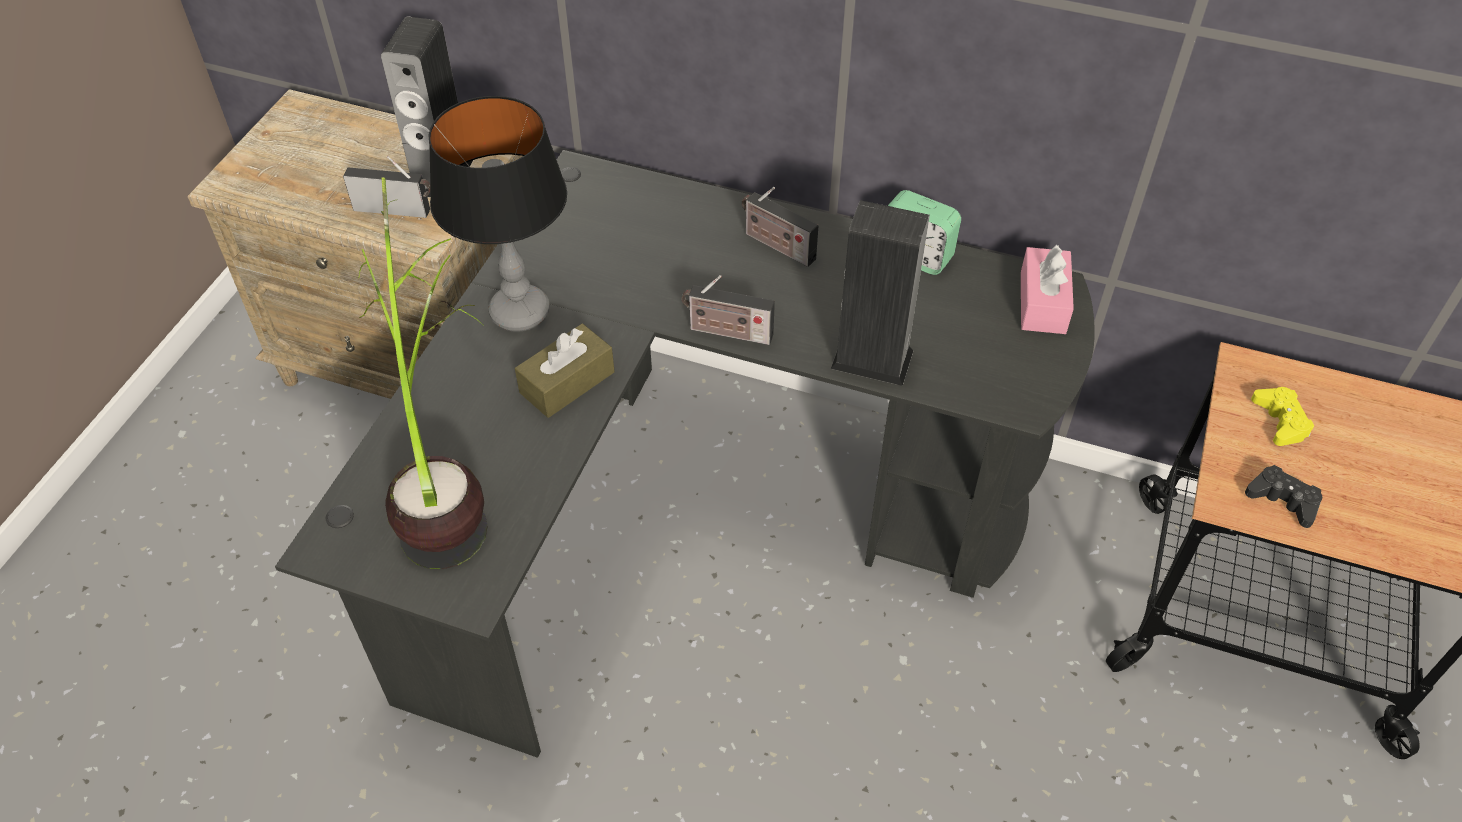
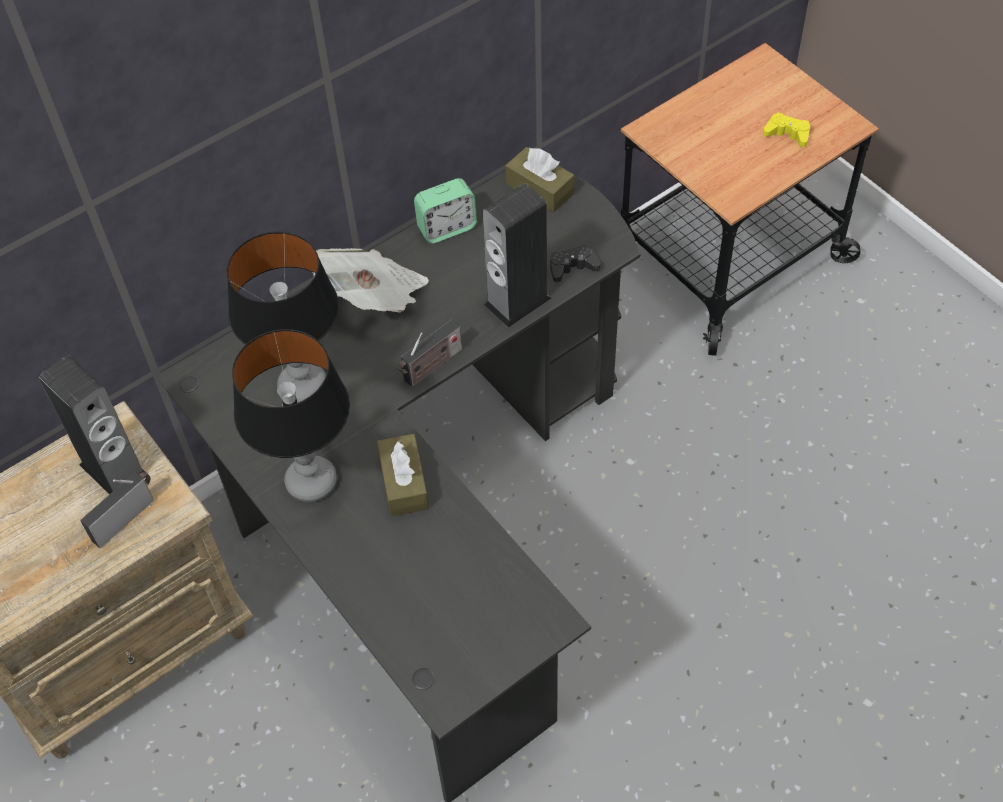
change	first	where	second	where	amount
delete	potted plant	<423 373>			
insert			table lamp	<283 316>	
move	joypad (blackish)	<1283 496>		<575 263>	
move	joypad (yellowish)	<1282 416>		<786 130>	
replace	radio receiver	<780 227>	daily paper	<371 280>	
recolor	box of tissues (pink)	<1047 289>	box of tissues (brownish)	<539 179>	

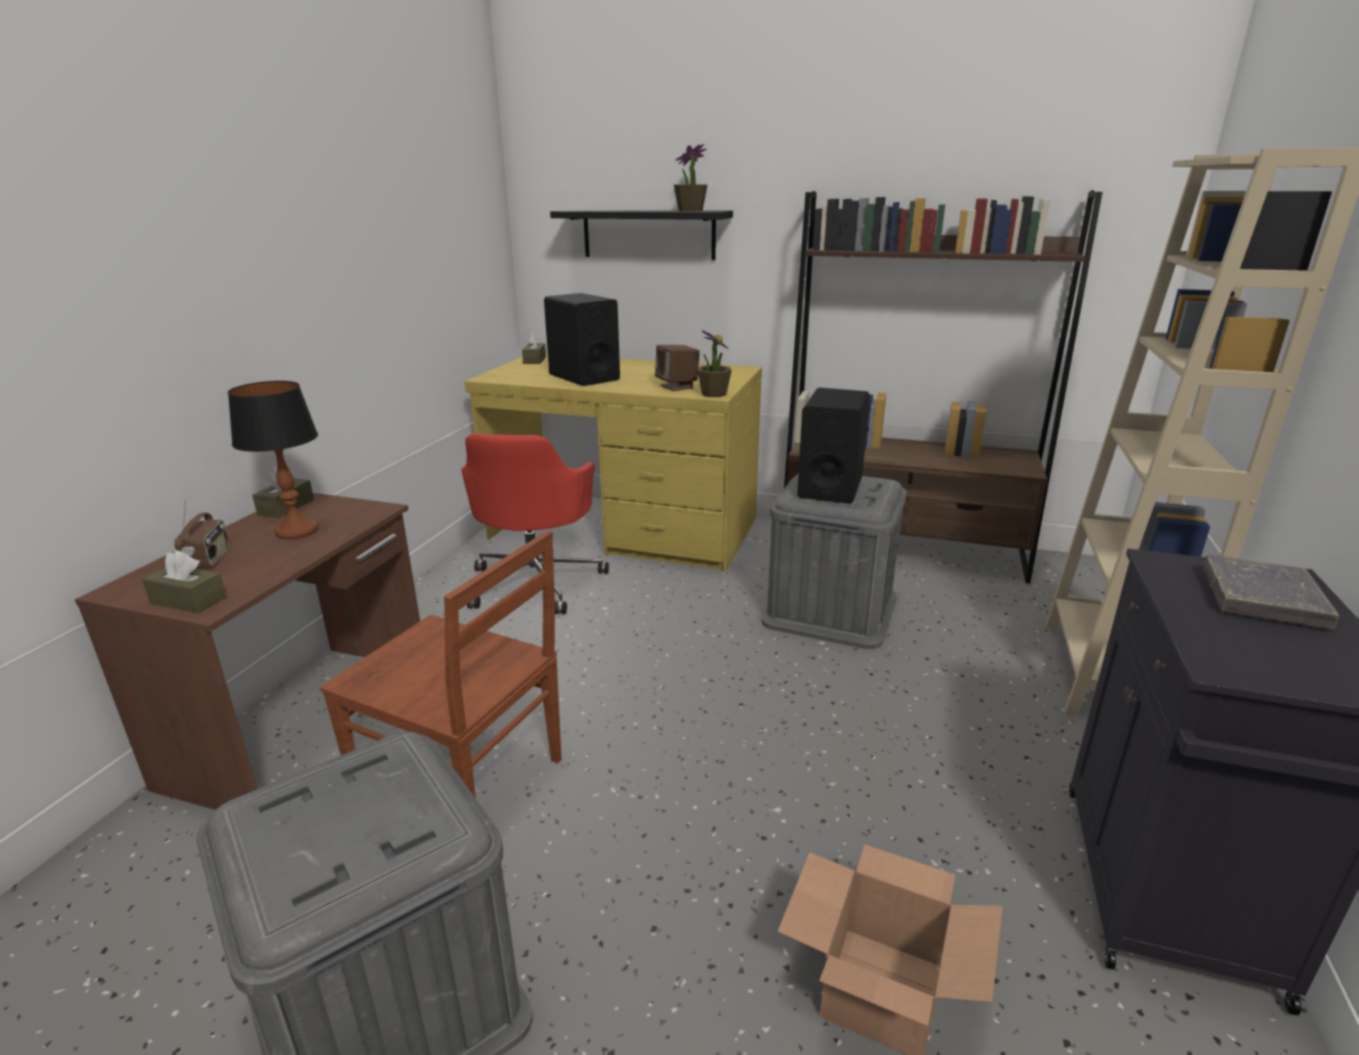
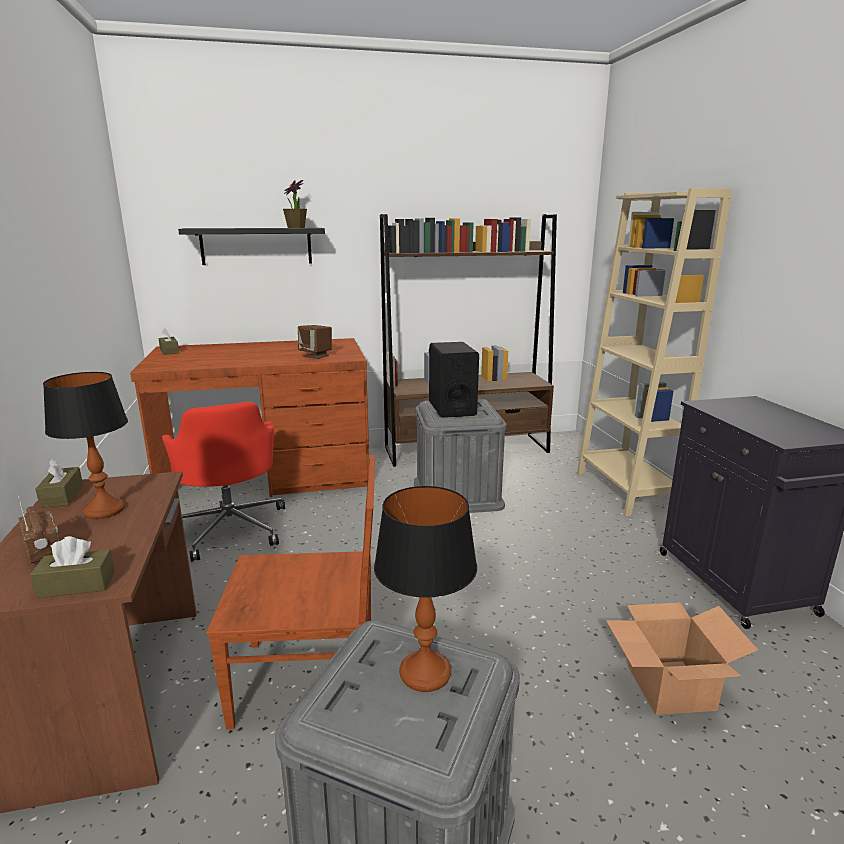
change	first	where	second	where	amount
delete	loudspeaker (blackish)	<582 339>			
delete	potted plant	<714 363>			
delete	bound book (gray)	<1271 592>			
insert			table lamp	<425 589>	
recolor	desk (yellowish)	<613 463>	desk (brownish)	<249 417>	

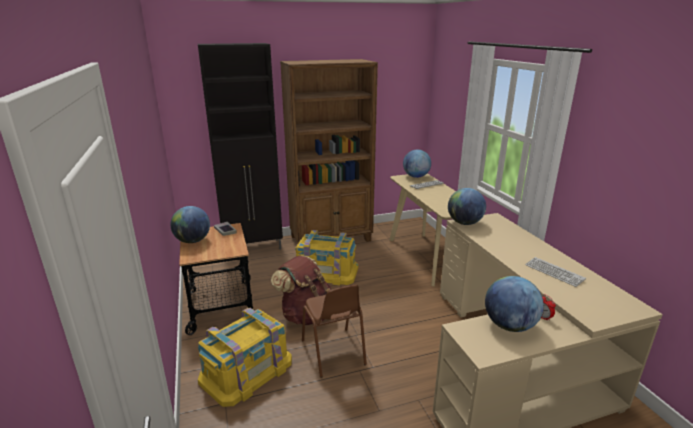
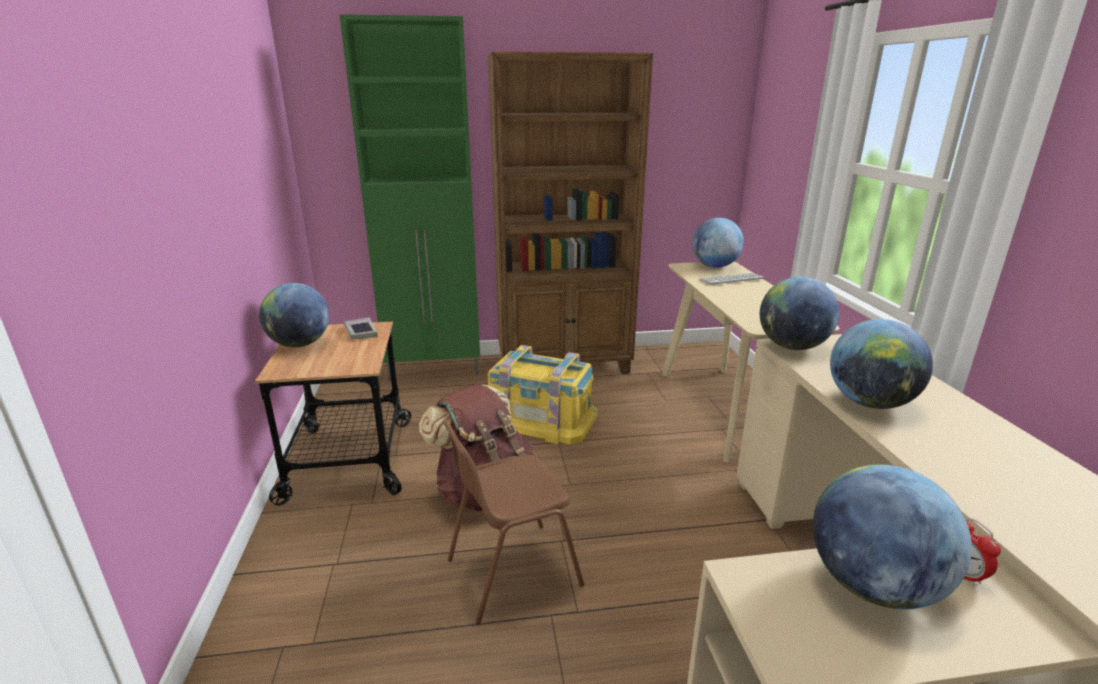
change	first	where	second	where	amount
delete	storage container (yellowish)	<245 357>			
delete	keyboard	<555 272>			
insert			world globe	<881 364>	
recolor	storage cabinet (blackish)	<240 146>	storage cabinet (green-coloured)	<409 197>	
rotate	upright chair (brownish)	<334 331>		<513 522>	75 degrees clockwise

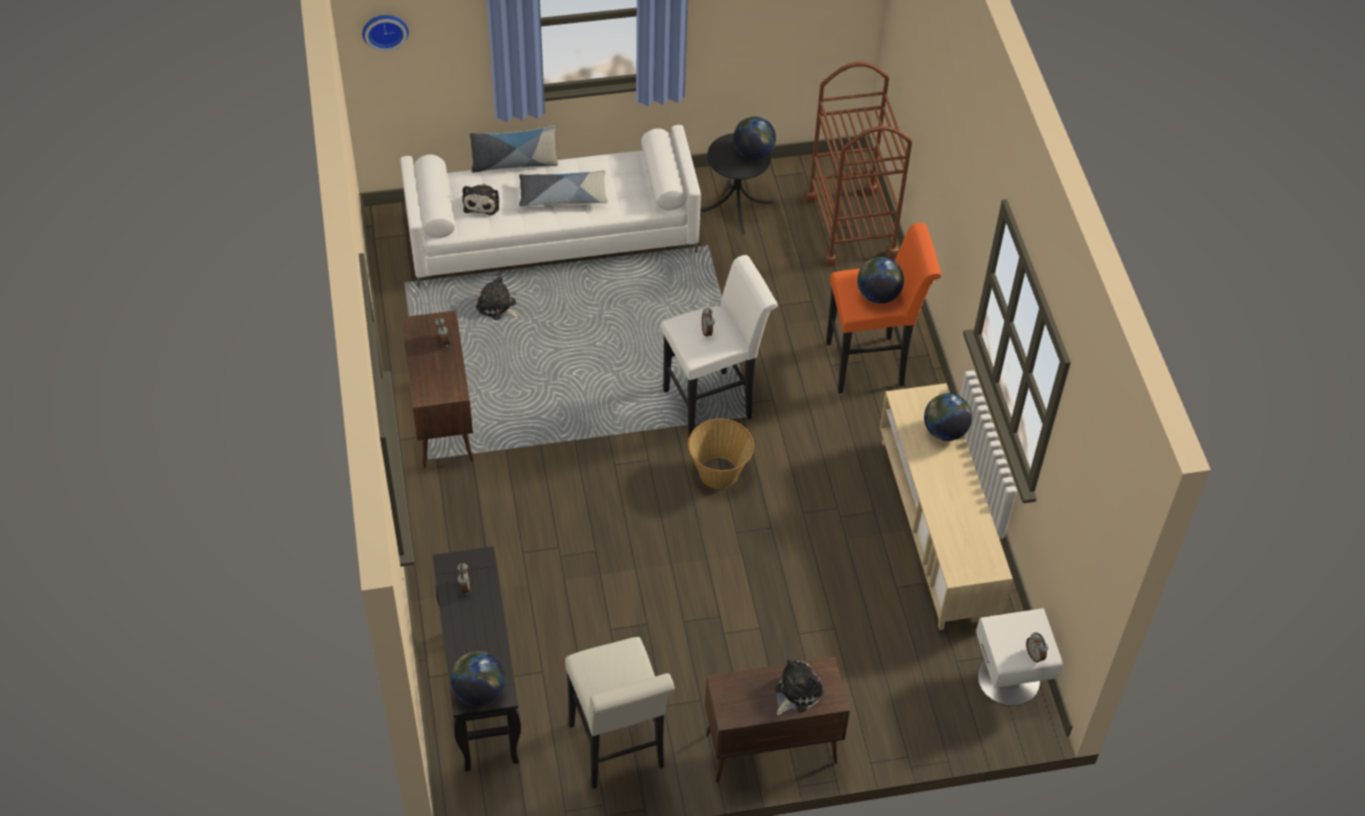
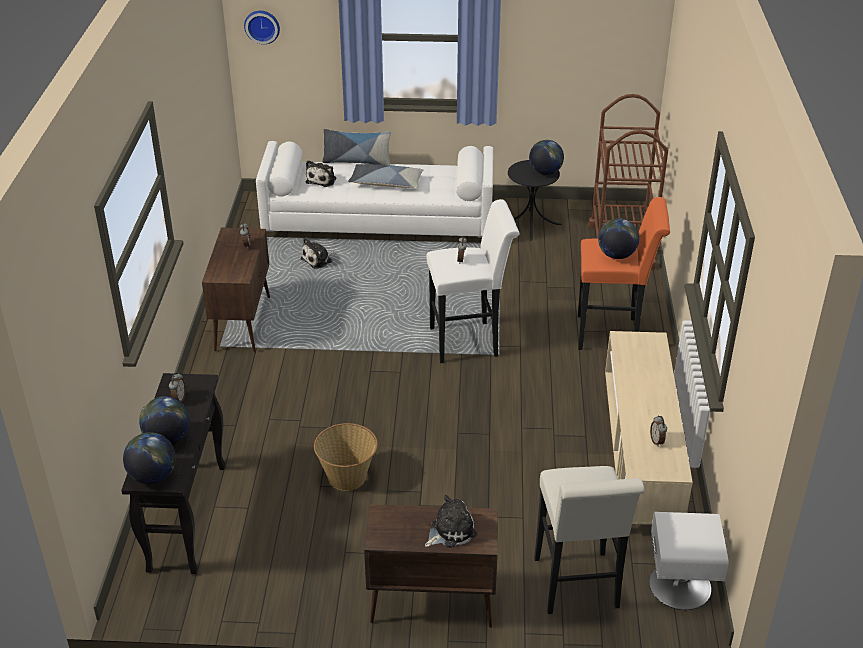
change	first	where	second	where	amount
move	stool (whitish)	<620 713>		<589 540>	
move	basket	<721 454>		<346 457>	
move	world globe	<948 417>		<164 420>	
move	bedside clock	<1037 647>		<658 431>	
rotate	plush toy	<497 298>		<317 253>	90 degrees counterclockwise

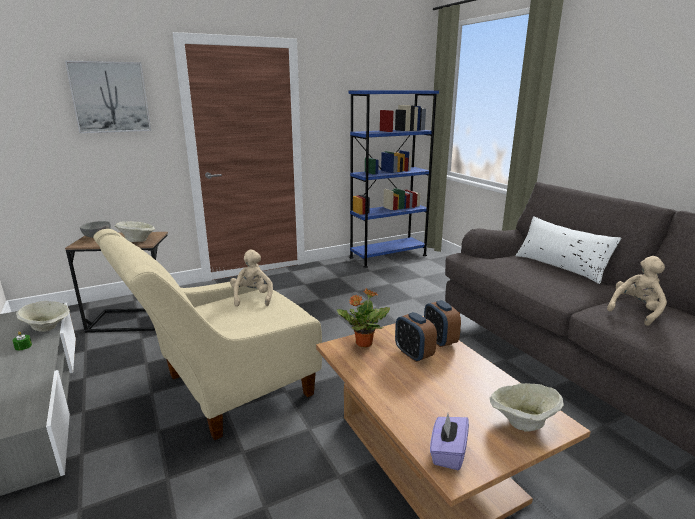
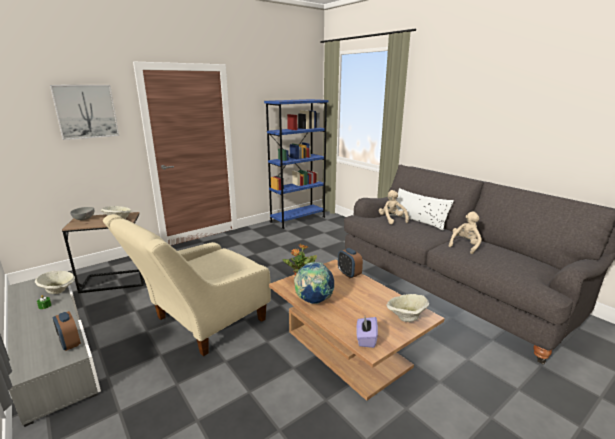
change	first	where	second	where	amount
insert			world globe	<314 283>	
move	plush toy (beige-coloured)	<251 278>		<394 207>	
move	bedside clock	<416 337>		<67 331>	

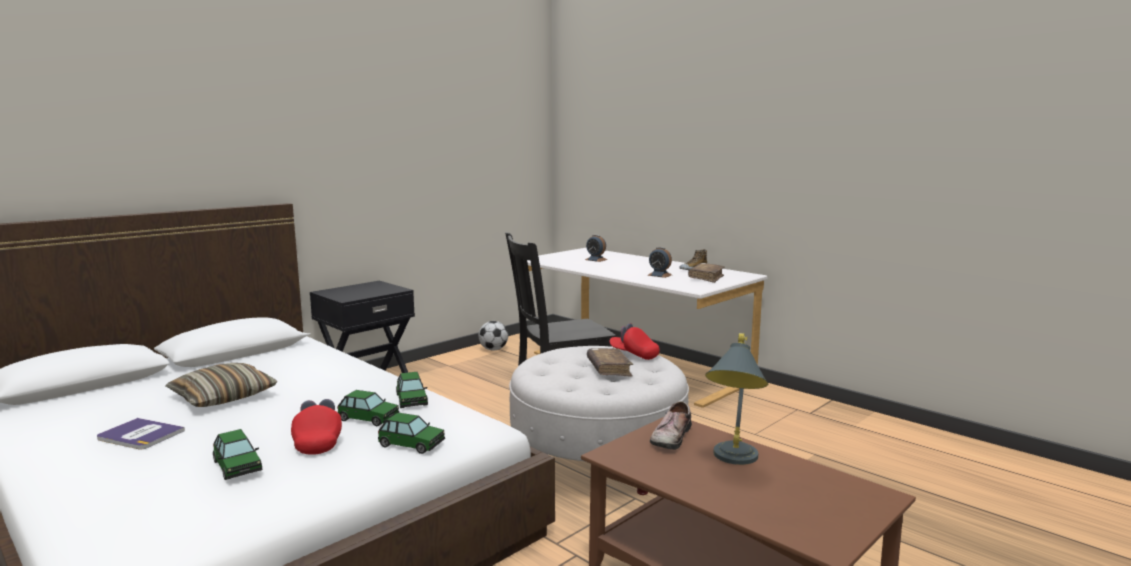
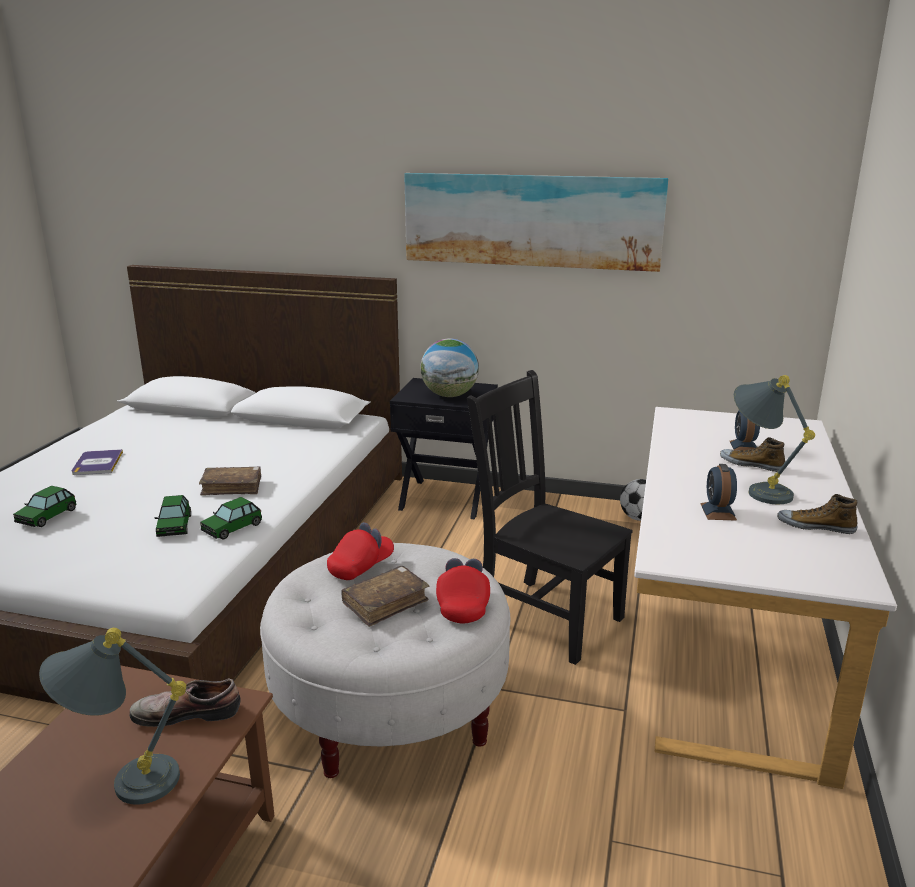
change	first	where	second	where	amount
delete	throw pillow	<221 385>			
delete	miniature car	<411 433>			
insert			wall picture	<536 222>	
insert			world globe	<449 367>	
insert			item of footwear	<752 454>	
insert			table lamp (gray)	<774 439>	
move	cap (reddish)	<316 427>		<360 551>	
move	bound book (brownish)	<706 273>		<230 481>	

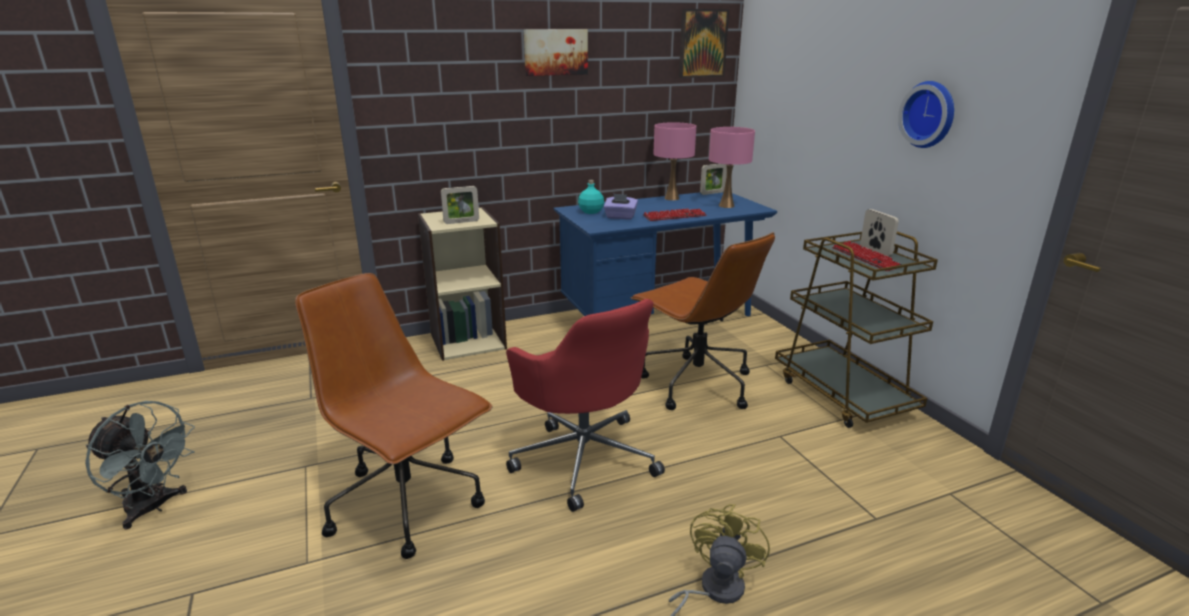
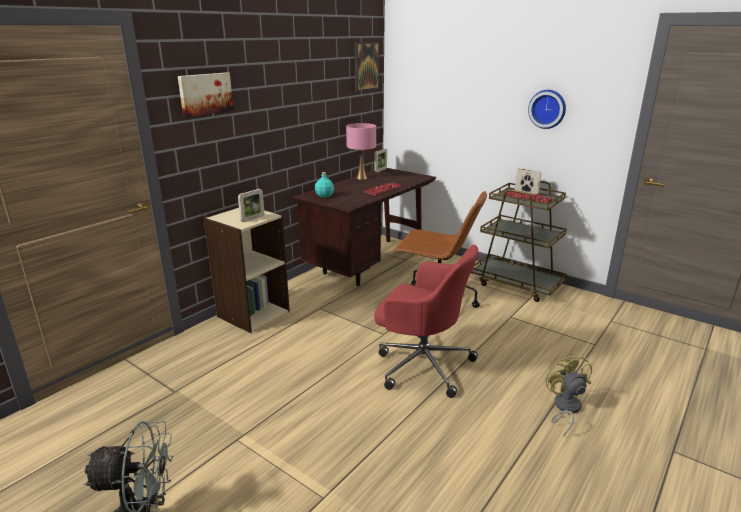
change	first	where	second	where	amount
delete	computer chair (brownish)	<394 416>			
delete	box of tissues (purple)	<621 206>			
delete	table lamp (pink)	<732 167>			
move	wall picture	<556 52>		<206 94>	
recolor	desk (bluish)	<665 254>	desk (brownish)	<364 227>	

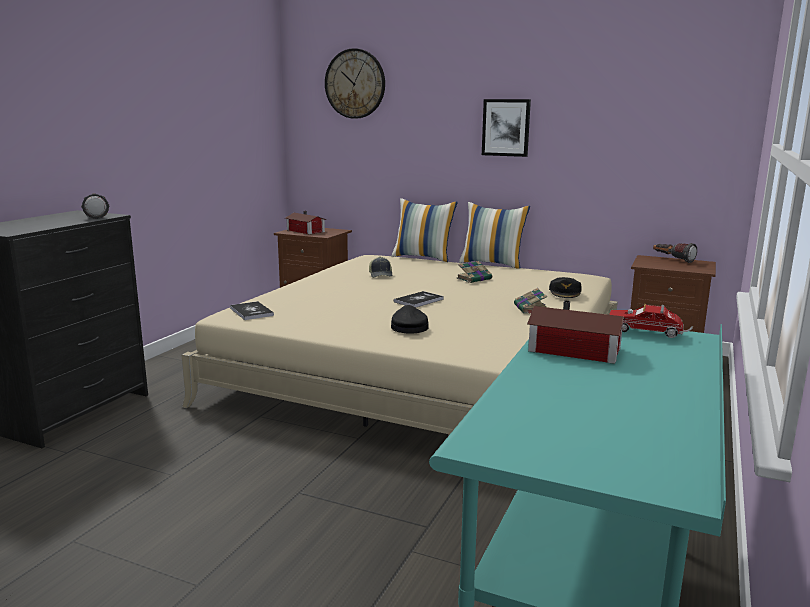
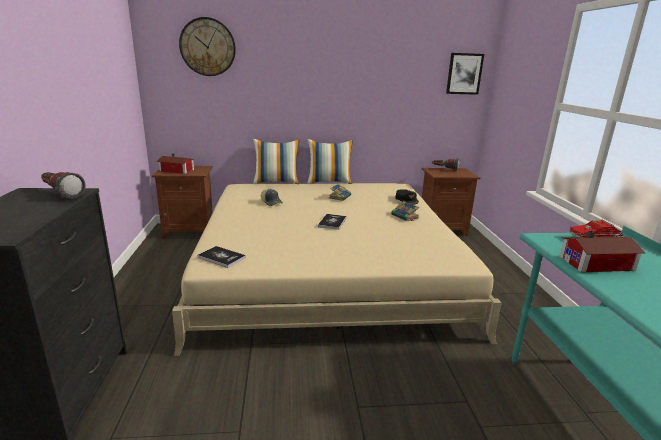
change	first	where	second	where	amount
delete	cap (blackish)	<410 319>			
move	wall picture	<506 128>		<465 74>	

